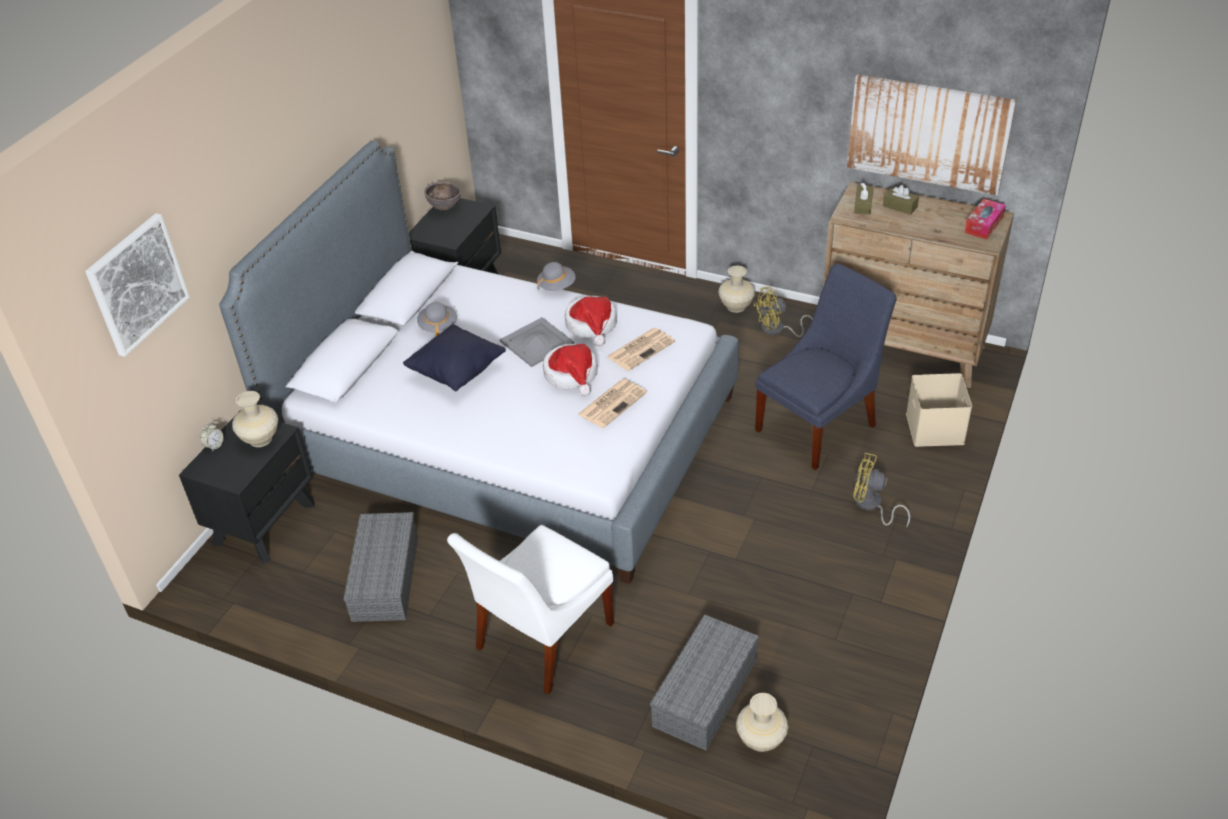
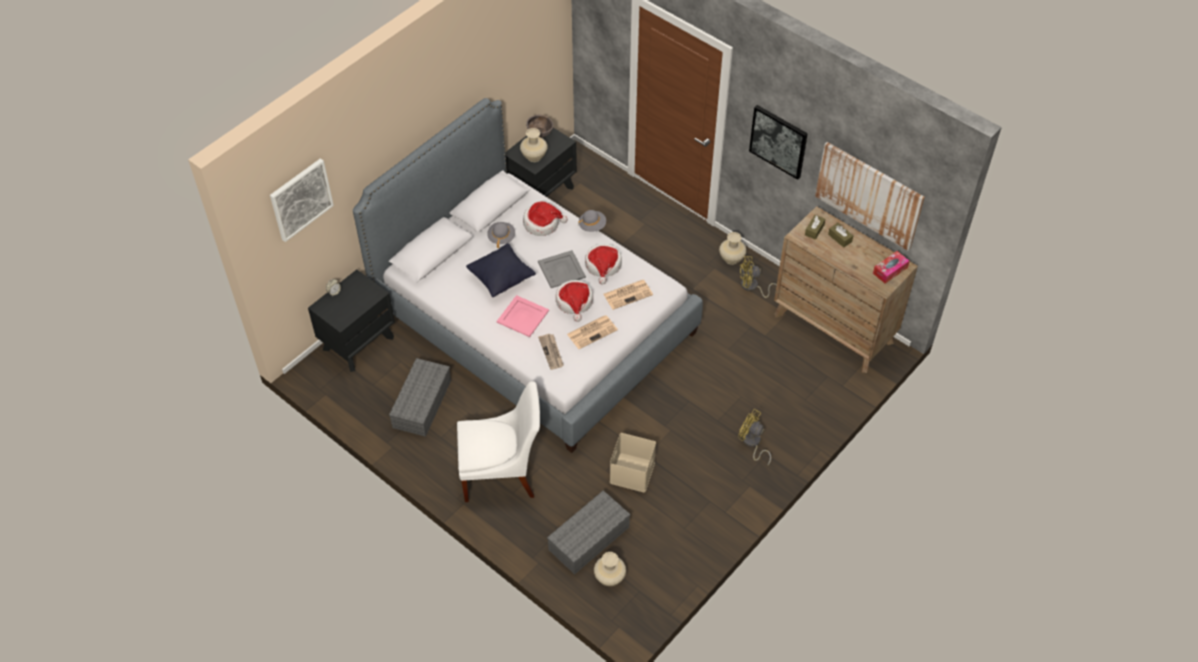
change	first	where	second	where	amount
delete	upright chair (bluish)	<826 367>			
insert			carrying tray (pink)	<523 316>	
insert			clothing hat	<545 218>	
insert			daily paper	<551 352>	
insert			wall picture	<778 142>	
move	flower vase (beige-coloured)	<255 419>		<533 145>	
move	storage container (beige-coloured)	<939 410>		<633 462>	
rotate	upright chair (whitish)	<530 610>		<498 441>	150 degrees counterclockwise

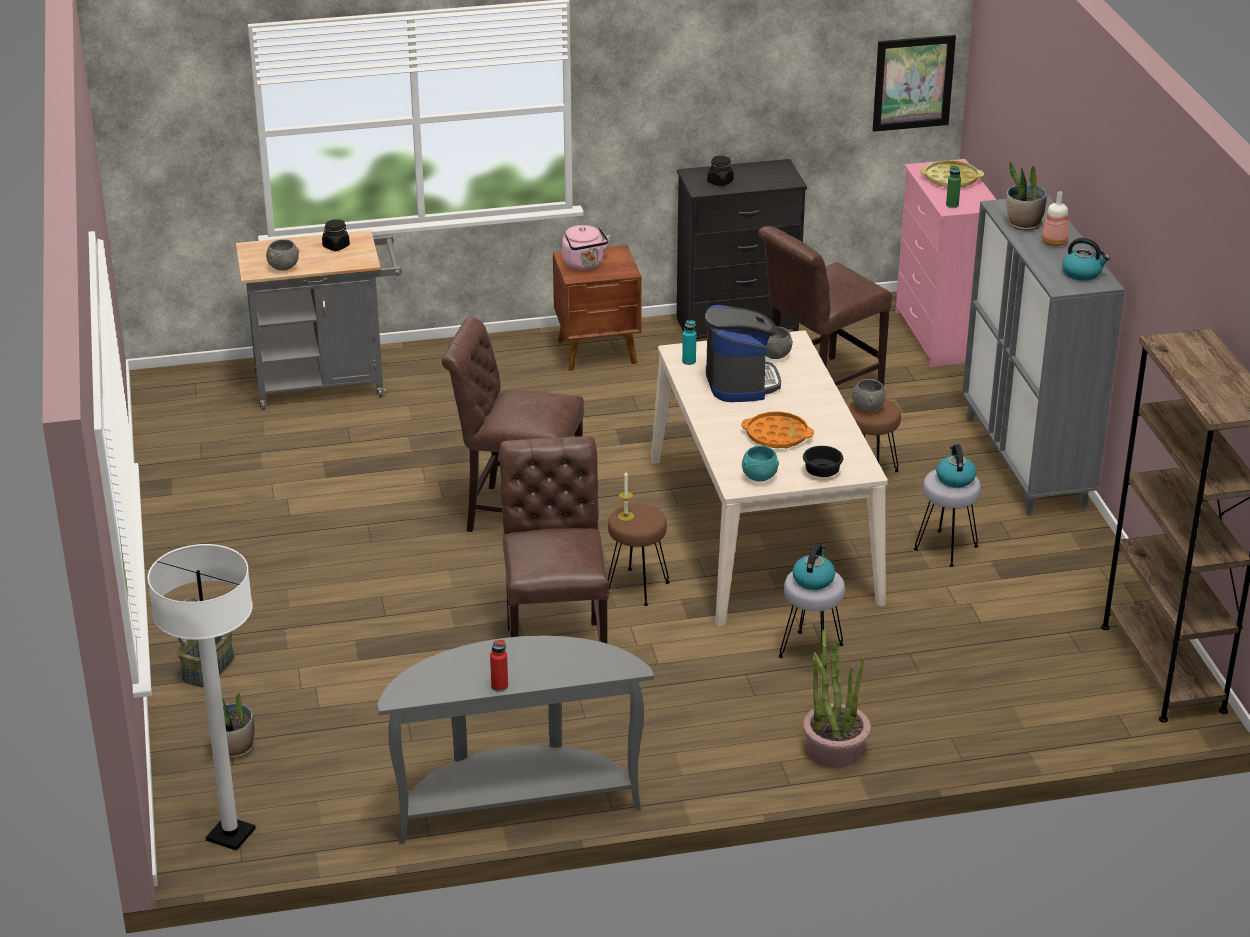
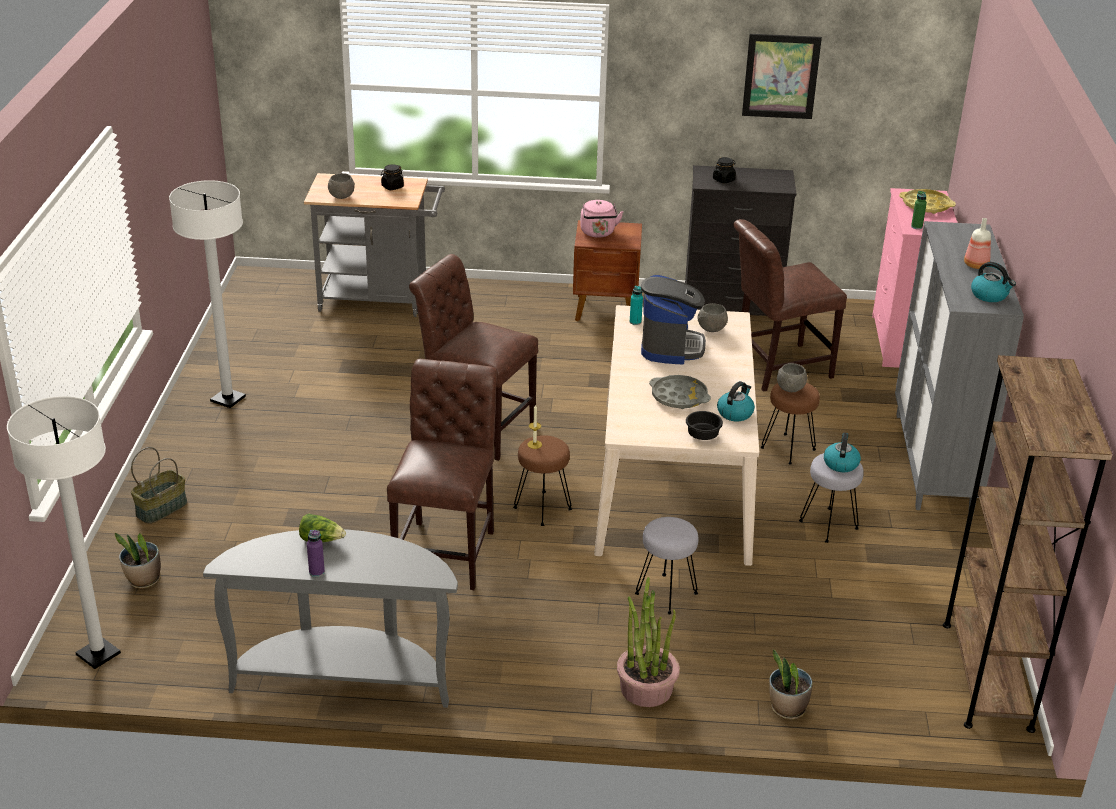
change	first	where	second	where	amount
delete	deep dish (turquoise)	<760 463>			
insert			standard lamp (whitish)	<207 294>	
insert			lettuce	<322 528>	
move	kettle	<813 567>		<736 401>	
move	wall picture	<914 83>		<782 76>	
move	potted plant	<1027 196>		<791 684>	
recolor	drink bottle (reddish)	<499 666>	drink bottle (purple)	<316 553>	
recolor	carrying tray (orange-coloured)	<777 429>	carrying tray (gray)	<680 392>	

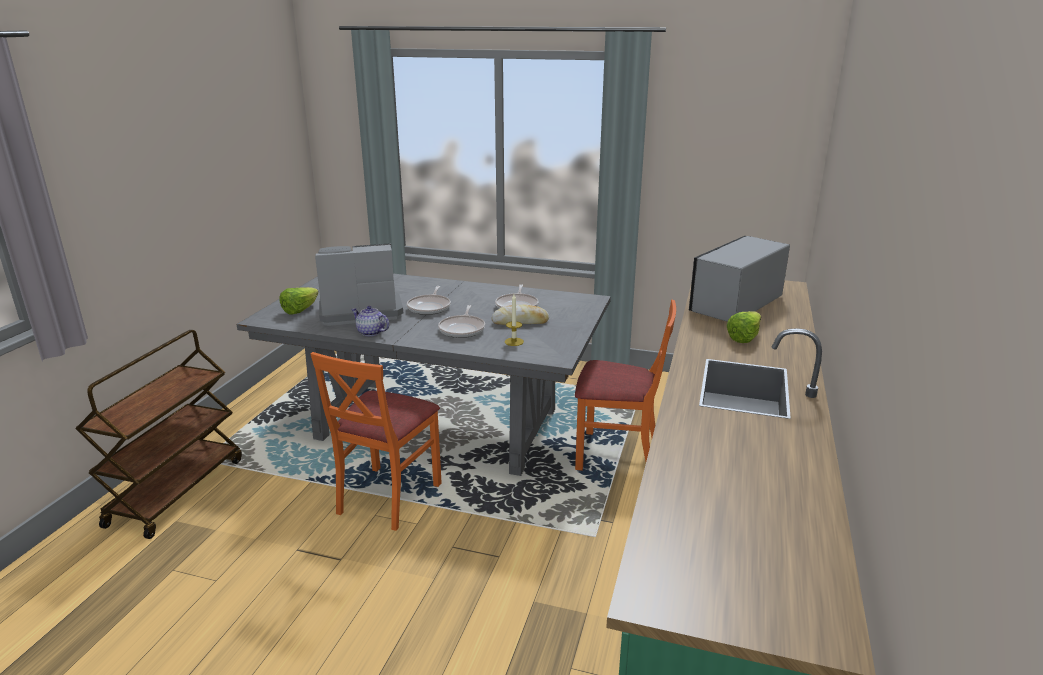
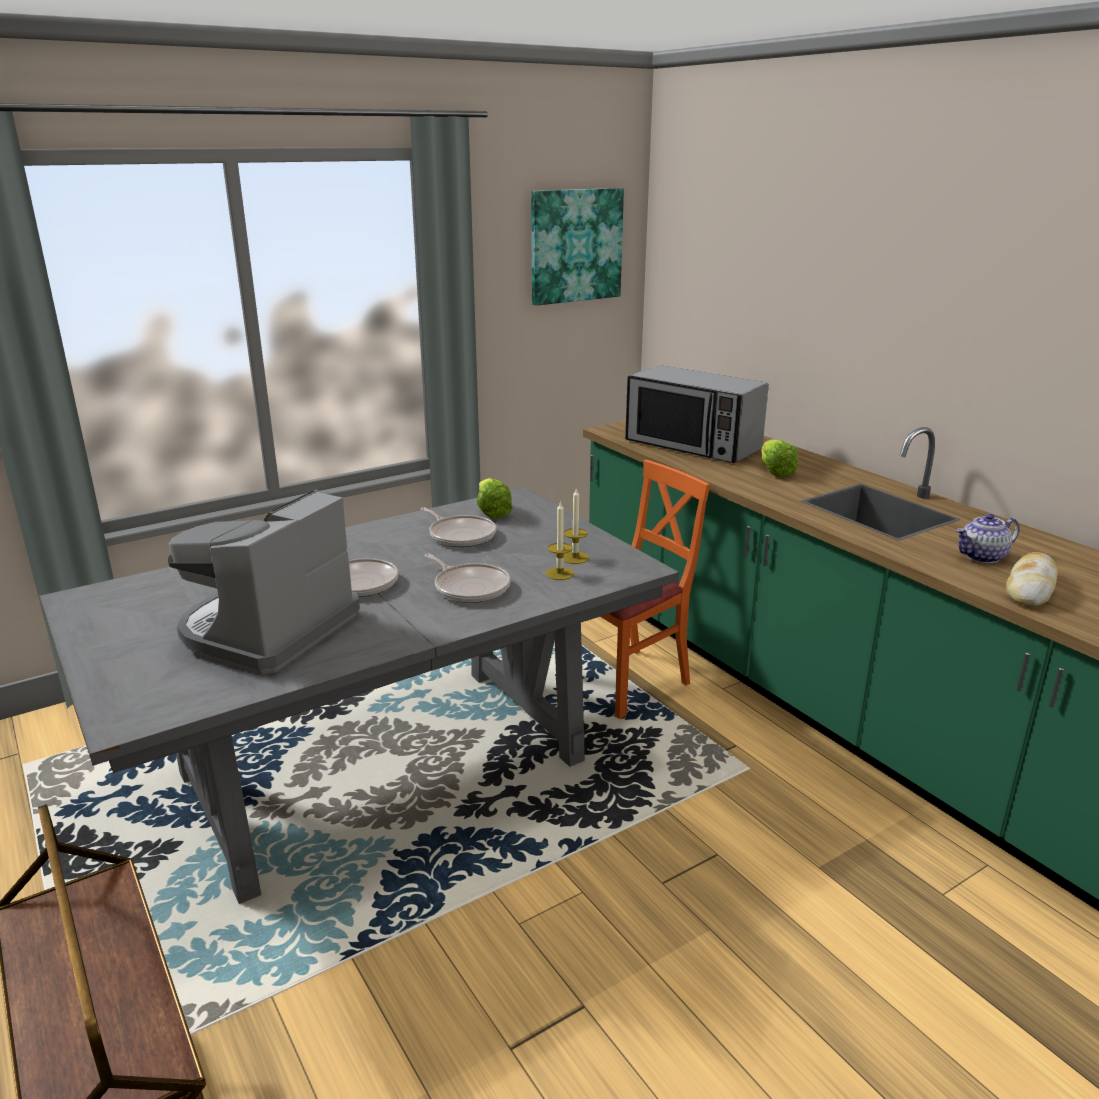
change	first	where	second	where	amount
delete	upright chair (orange-coloured)	<376 441>			
insert			wall picture	<577 247>	
insert			candle	<576 526>	
move	lettuce	<299 300>		<495 498>	
move	tea pot	<370 321>		<987 538>	
move	bread	<520 314>		<1032 579>	
rotate	kitchen microwave	<739 279>		<697 414>	45 degrees counterclockwise

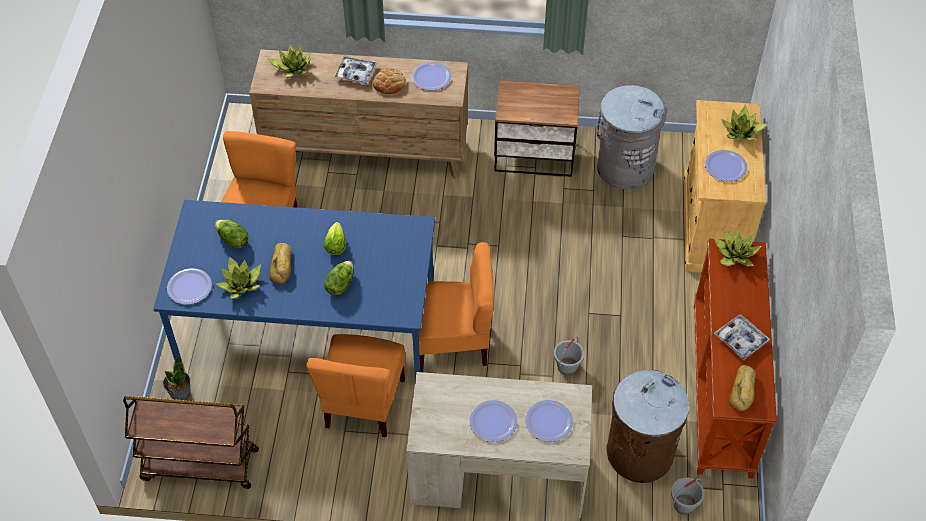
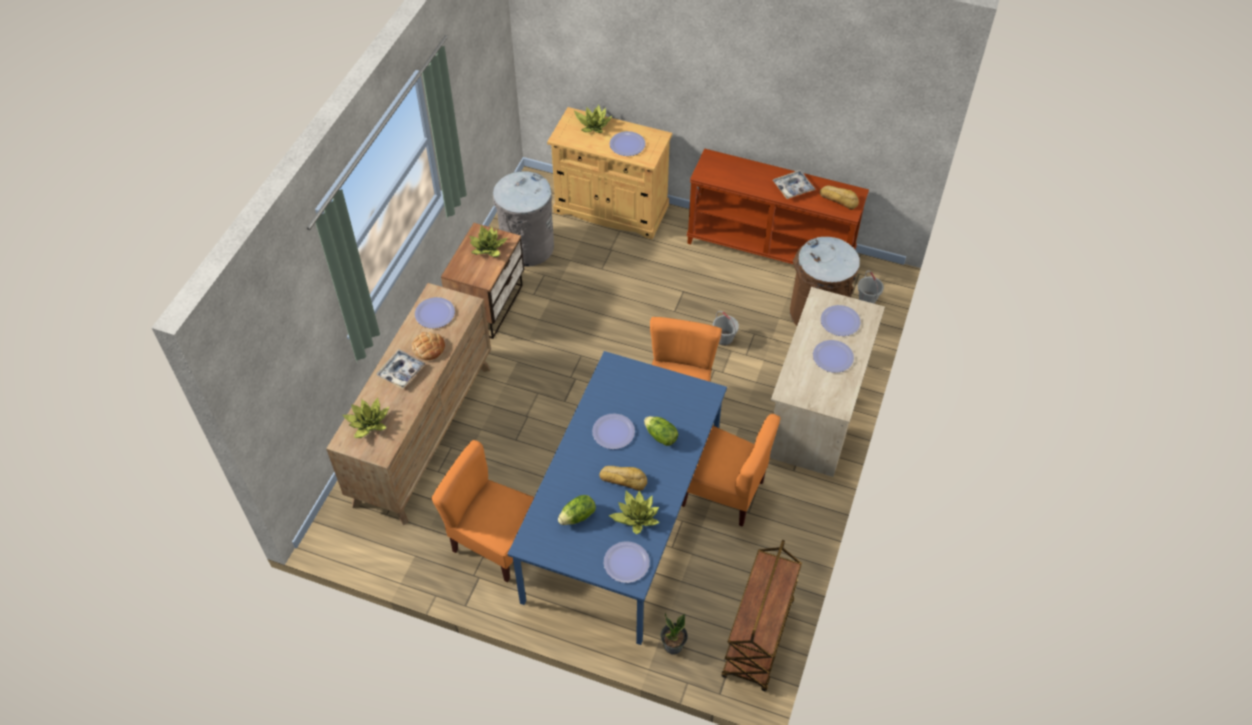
change	first	where	second	where	amount
move	potted plant	<737 247>		<488 241>	
replace	lettuce	<335 238>	plate	<613 431>	

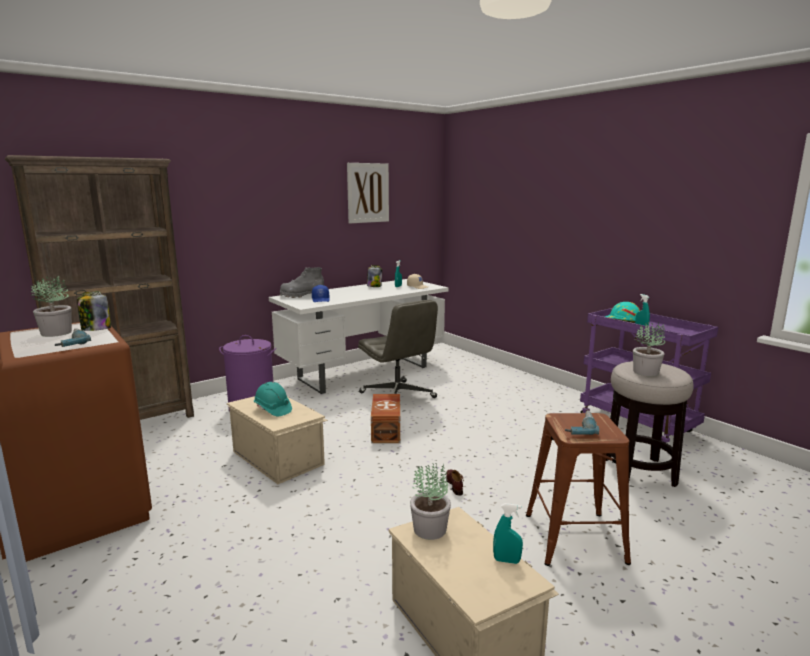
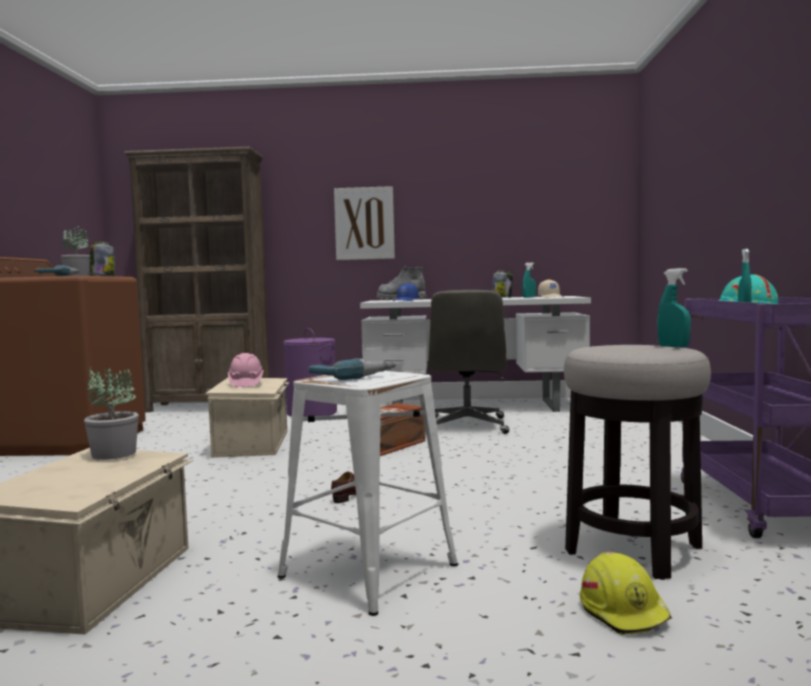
change	first	where	second	where	amount
delete	potted plant	<649 349>			
insert			work helmet (yellowish)	<626 593>	
move	wall picture	<368 193>		<364 223>	
move	spray bottle (turquoise)	<508 533>		<674 307>	
recolor	work helmet (turquoise)	<273 399>	work helmet (pink)	<246 370>	
recolor	stool (brownish)	<578 489>	stool (whitish)	<368 493>	

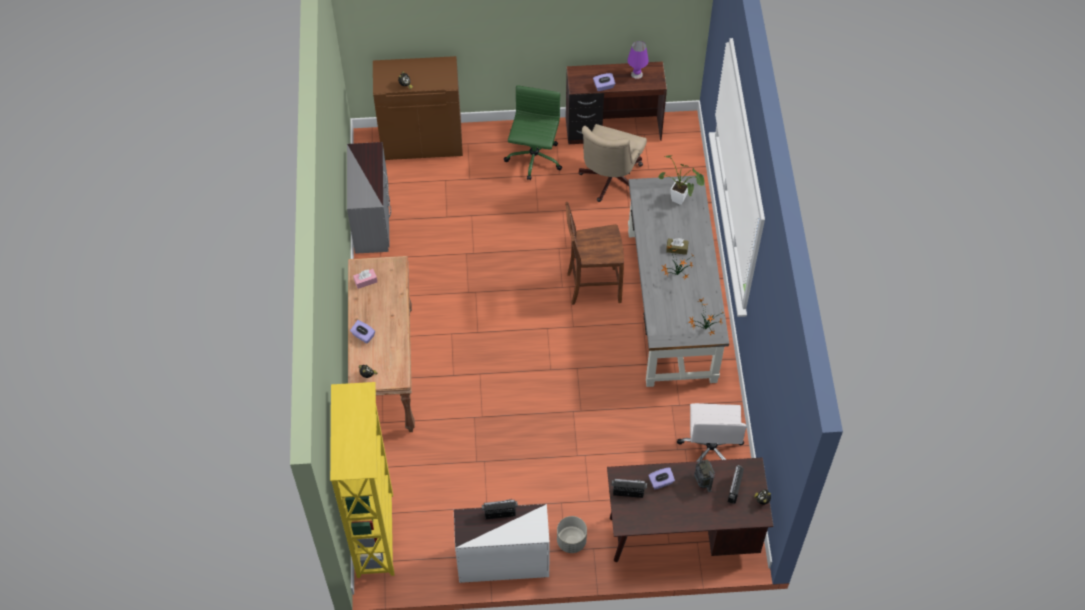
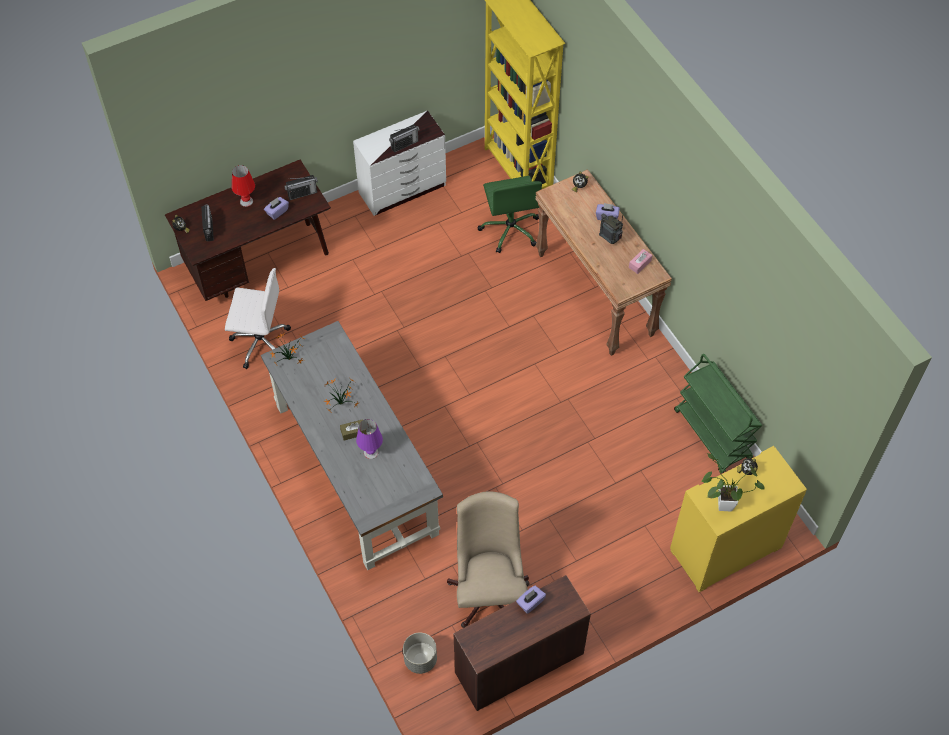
change	first	where	second	where	amount
delete	upright chair (brownish)	<594 253>			
insert			table lamp (reddish)	<243 186>	
move	computer chair (green-coloured)	<533 132>		<510 214>	
move	flower pot (gray)	<572 534>		<420 653>	
move	table lamp (purple)	<638 60>		<369 439>	
move	potted plant	<681 180>		<733 482>	
move	radio receiver	<704 471>		<611 228>	
replace	chest of drawers (gray)	<369 198>	cart (green-coloured)	<718 414>	
recolor	storage cabinet (brownish)	<418 108>	storage cabinet (yellowish)	<738 519>	
rotate	computer chair (whitish)	<712 432>		<258 318>	120 degrees clockwise

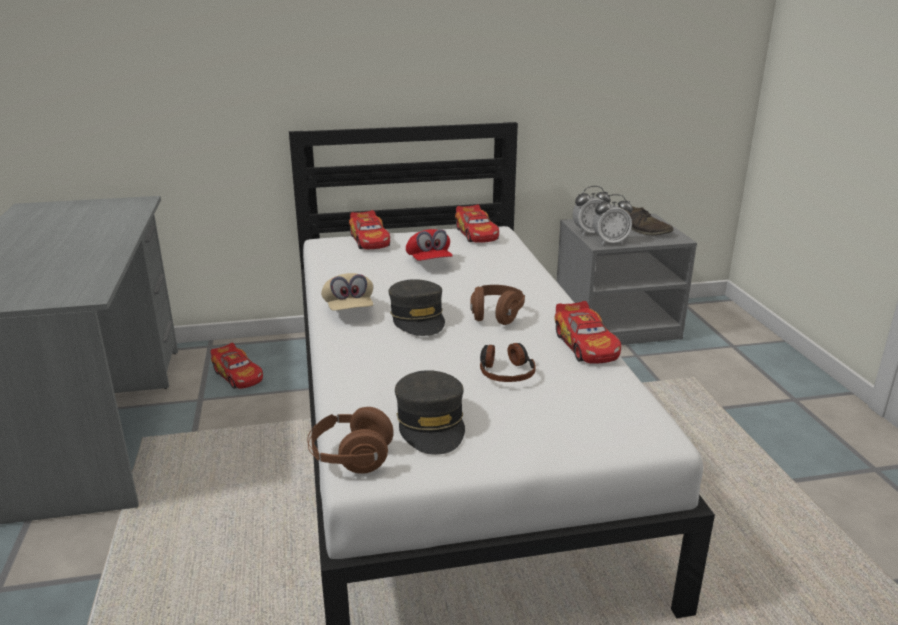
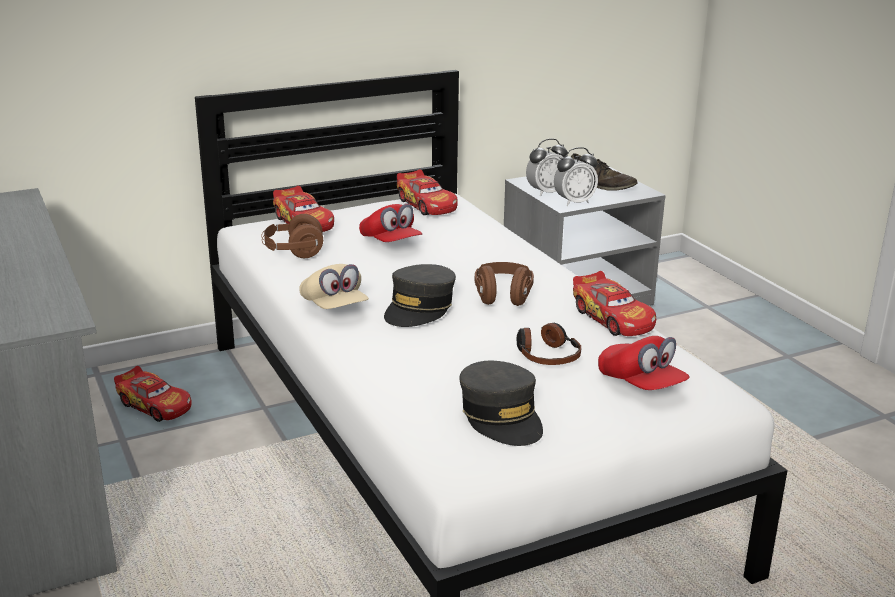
change	first	where	second	where	amount
insert			cap (reddish)	<644 363>	
move	headset (brownish)	<350 440>		<292 236>	
rotate	cap (gray)	<417 307>		<420 295>	60 degrees clockwise

